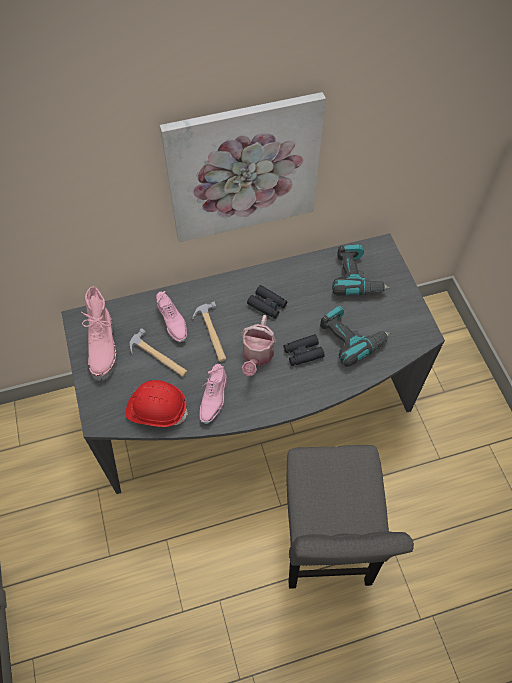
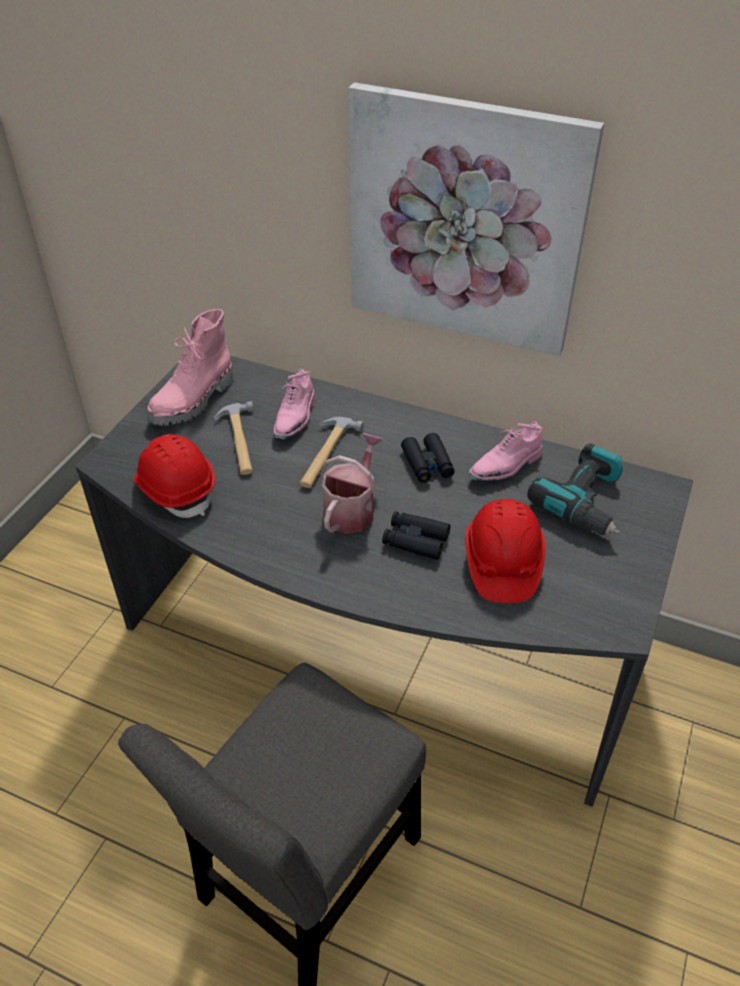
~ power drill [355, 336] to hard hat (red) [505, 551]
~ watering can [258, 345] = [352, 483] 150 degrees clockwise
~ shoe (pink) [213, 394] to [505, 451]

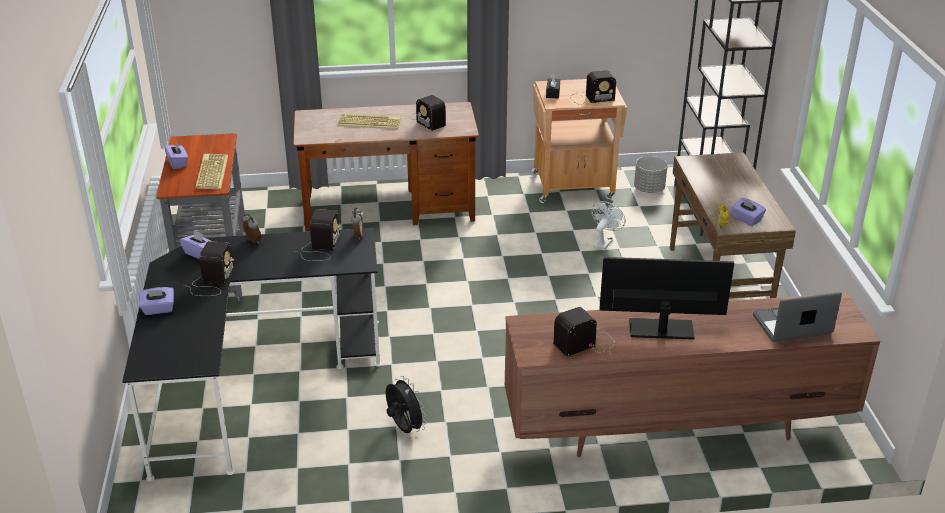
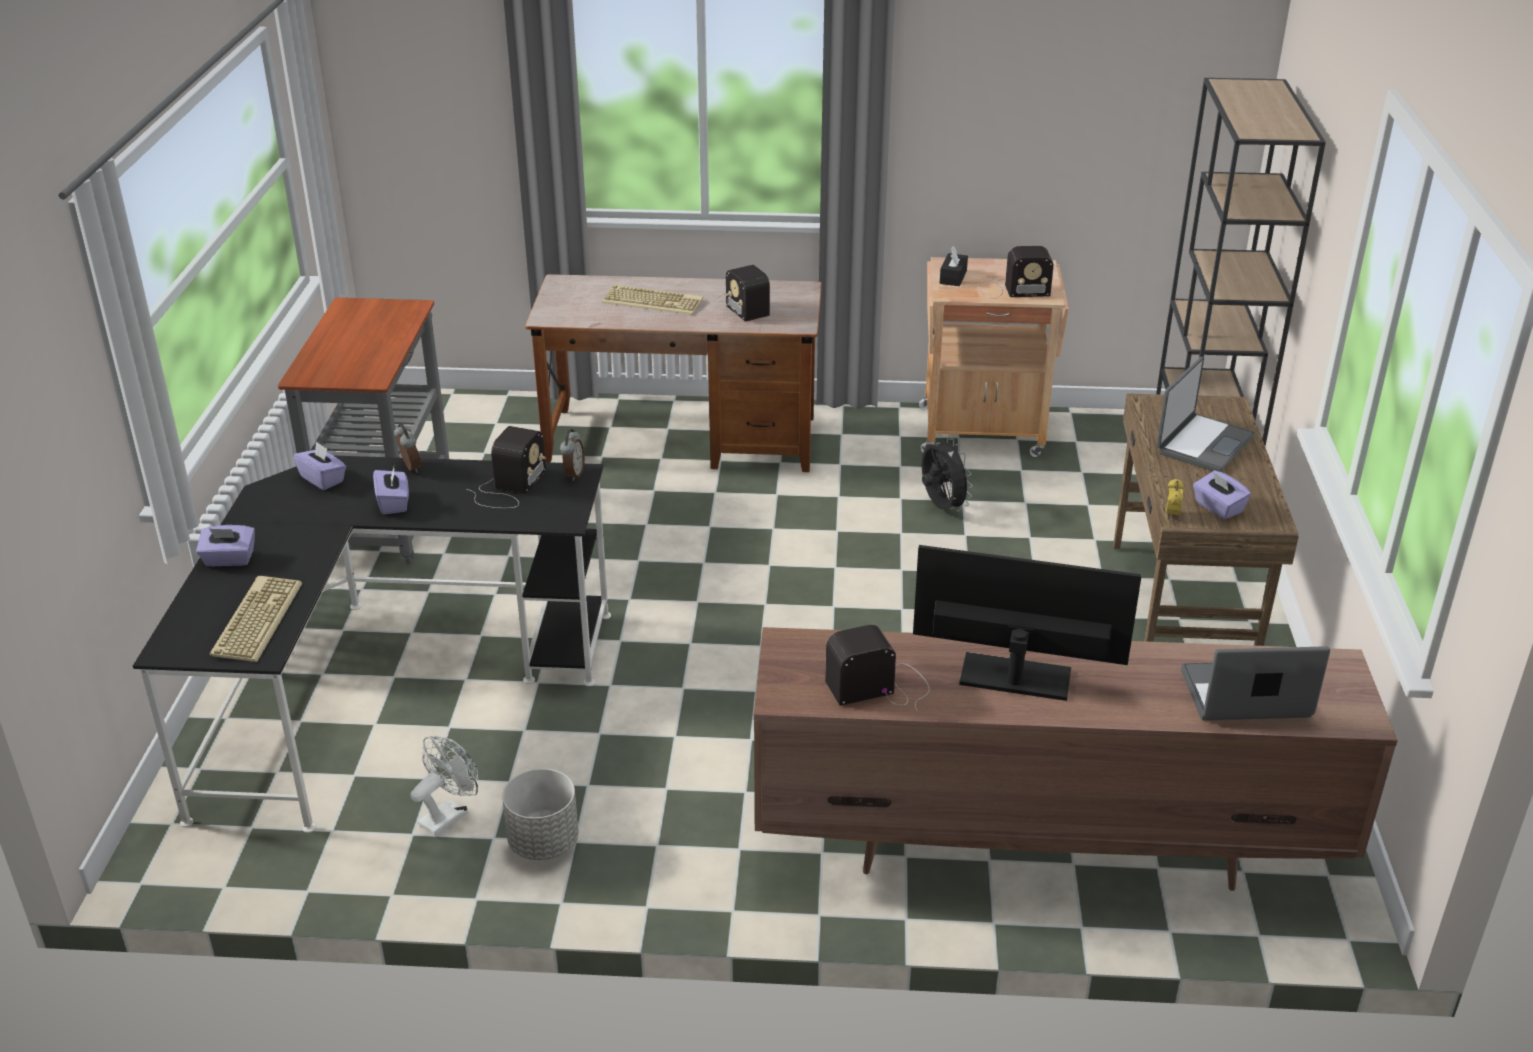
~ tissue box (purple) [176, 155] to [391, 489]
~ keyboard [211, 171] to [256, 619]
~ planter (grey) [651, 174] to [540, 814]
~ fan (white) [608, 226] to [444, 786]
- radio [209, 268]
~ fan (black) [406, 404] to [947, 474]
+ laptop [1205, 414]

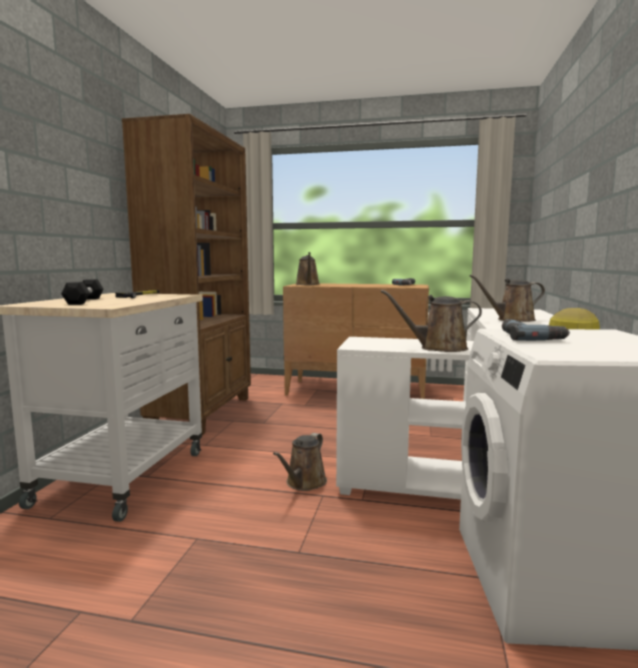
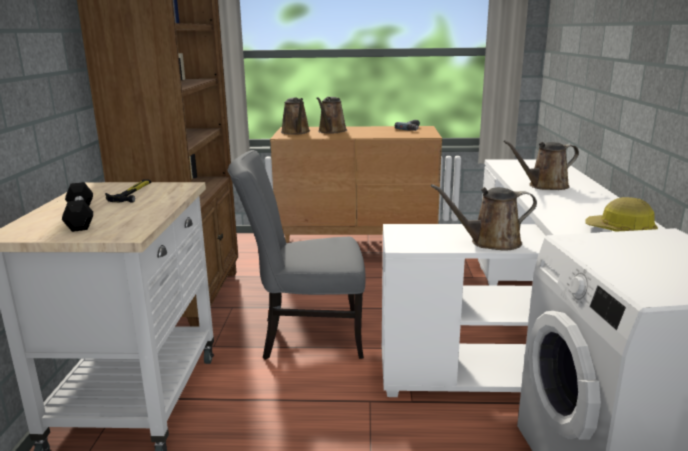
- power drill [536, 330]
~ watering can (brown) [300, 462] to [331, 115]
+ chair (grey) [297, 255]

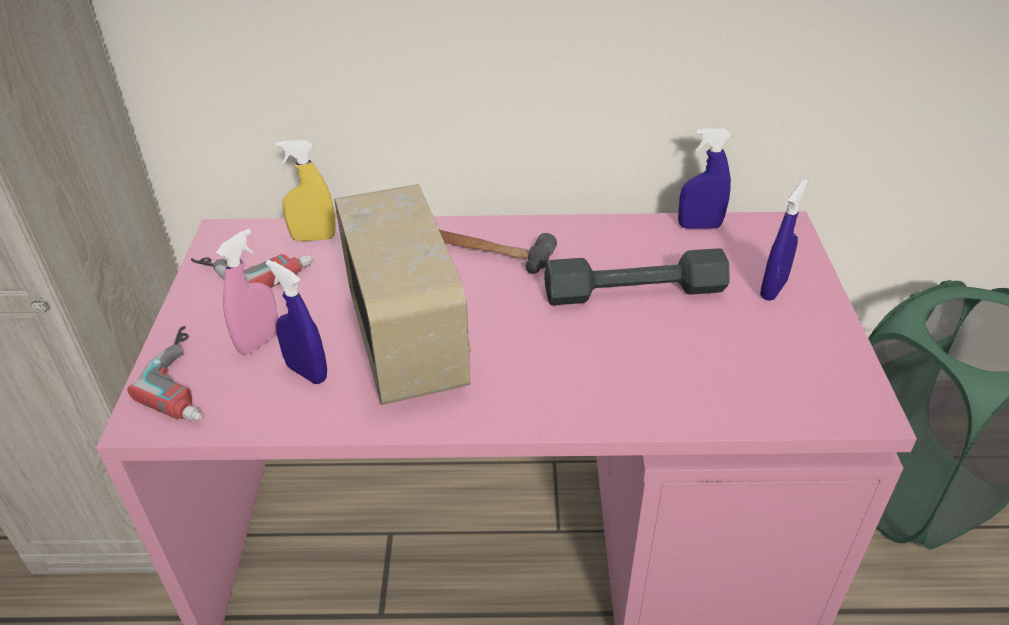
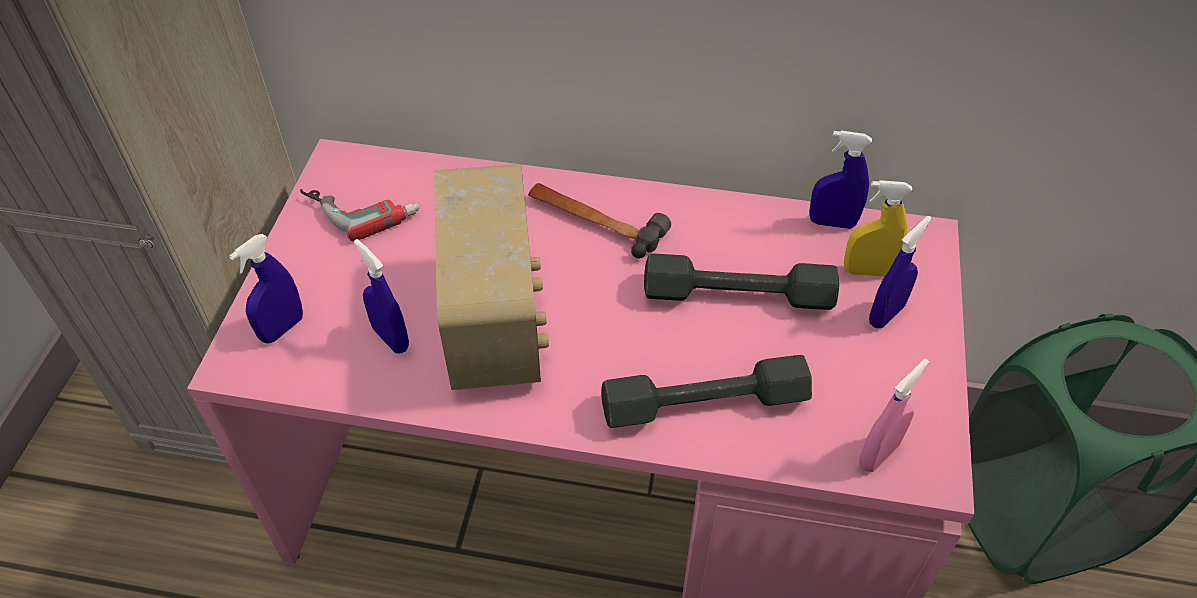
~ spray bottle (yellow) [306, 190] to [878, 228]
~ spray bottle (pink) [247, 292] to [894, 415]
~ power drill [165, 374] to spray bottle (blue) [266, 289]
+ dumbbell (grey) [706, 391]

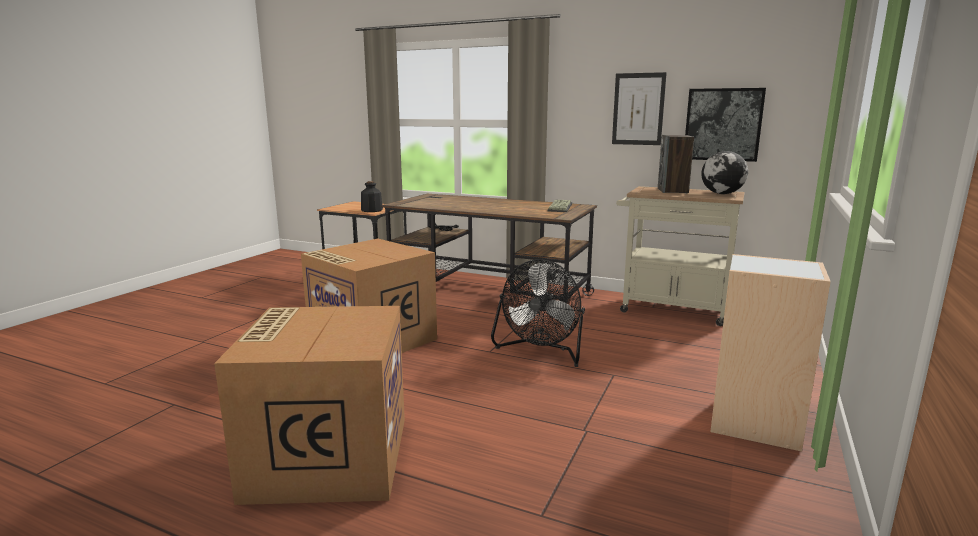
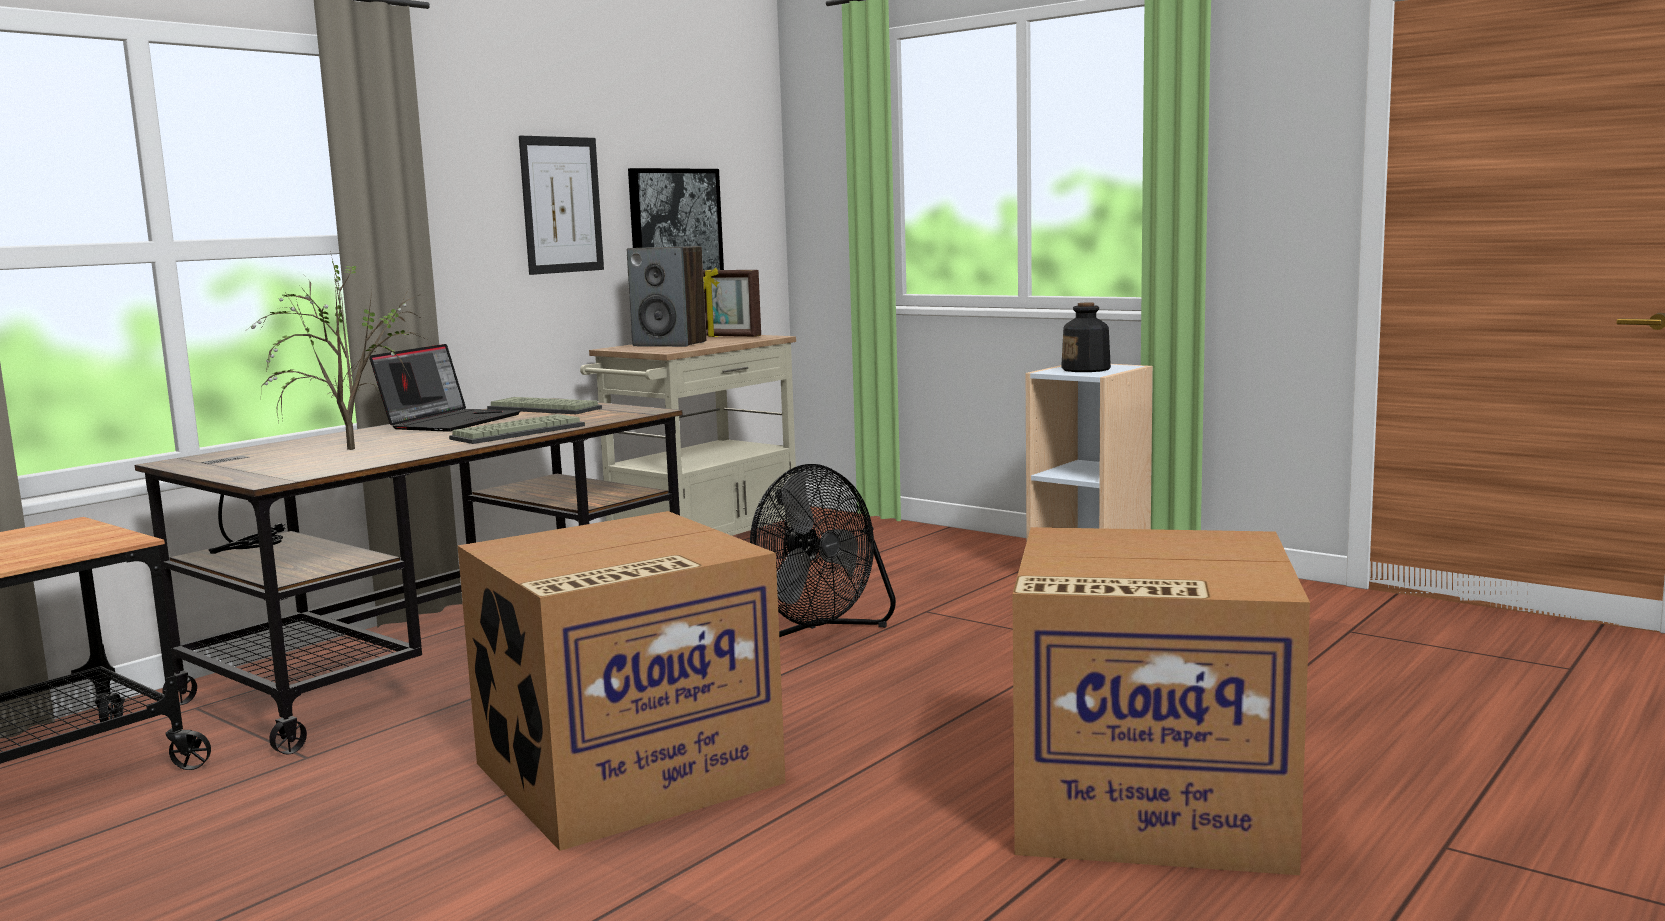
~ globe [725, 172] to picture frame [732, 302]
~ bottle [372, 196] to [1086, 337]
+ potted plant [337, 350]
+ laptop [444, 388]
+ keyboard [517, 429]

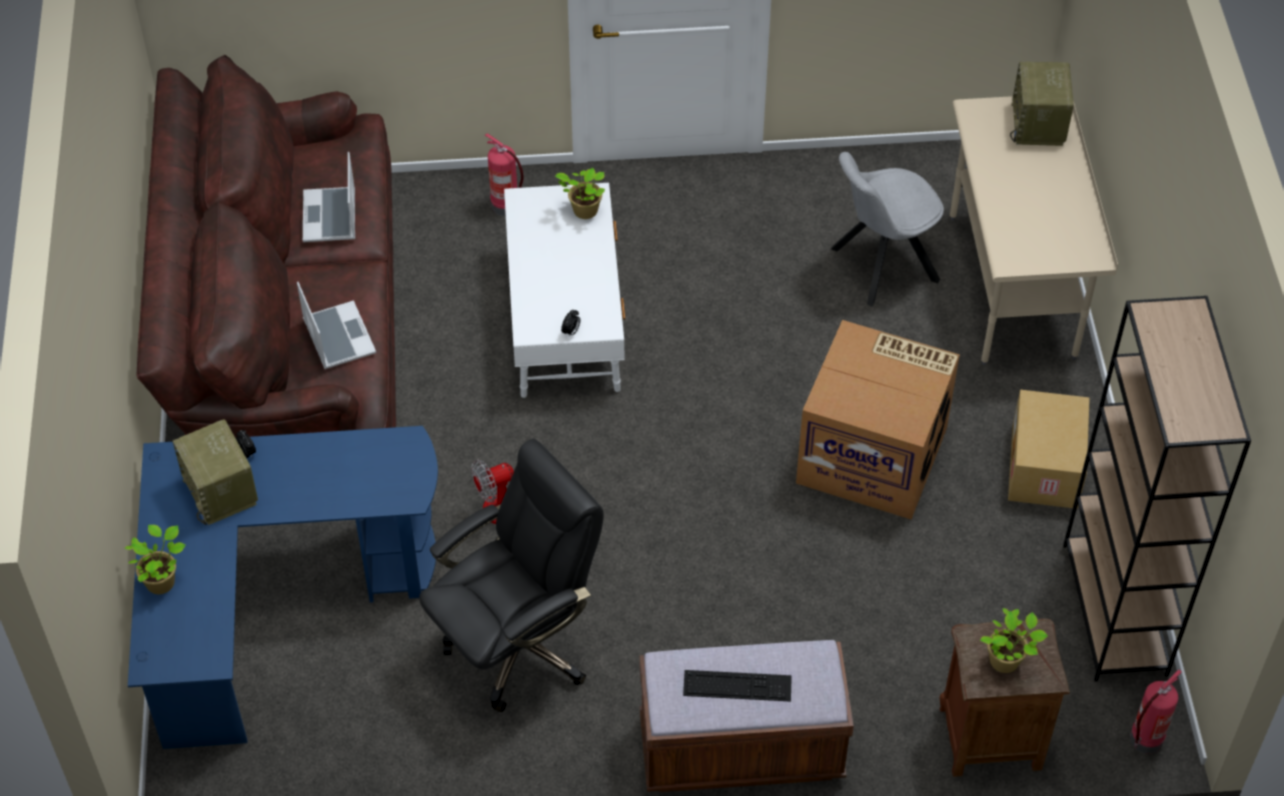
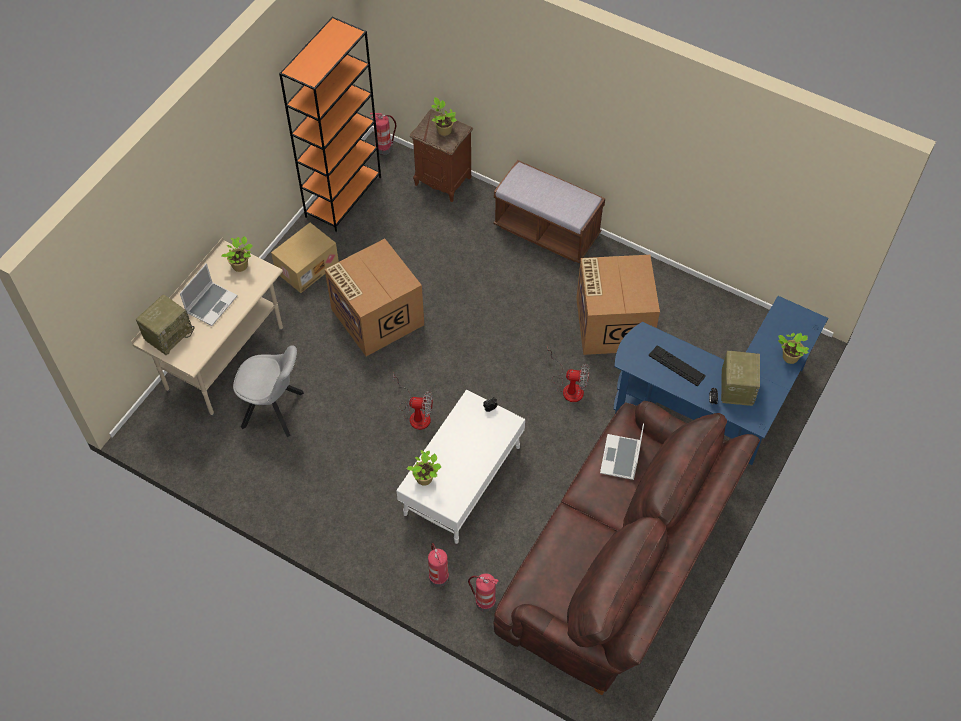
~ laptop [329, 197] to [209, 294]
~ bookcase (beige) [1157, 489] to bookcase (orange) [330, 124]
~ office chair (black) [511, 575] to cardboard box [618, 305]
~ keyboard [737, 686] to [677, 365]
+ potted plant [237, 254]
+ fan [413, 401]
+ fire extinguisher [483, 592]

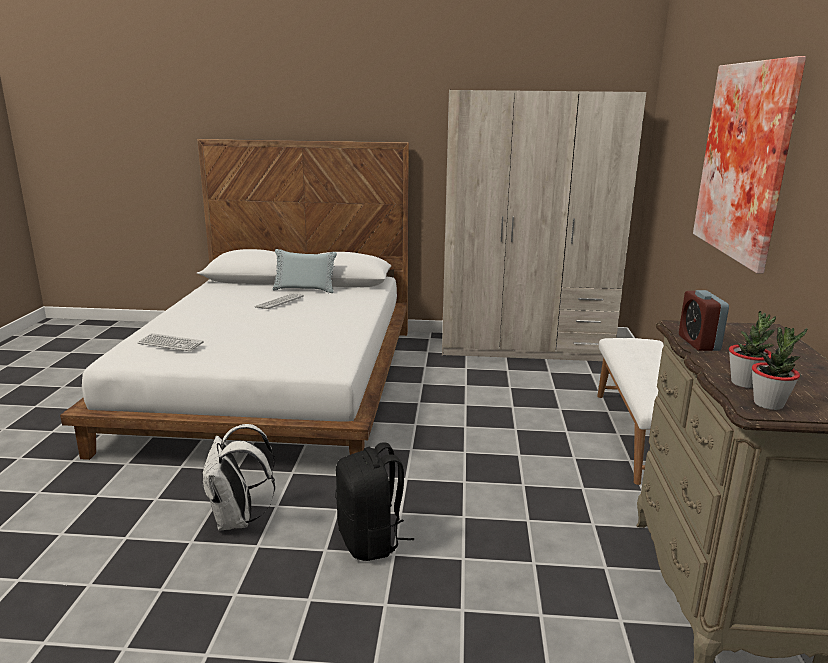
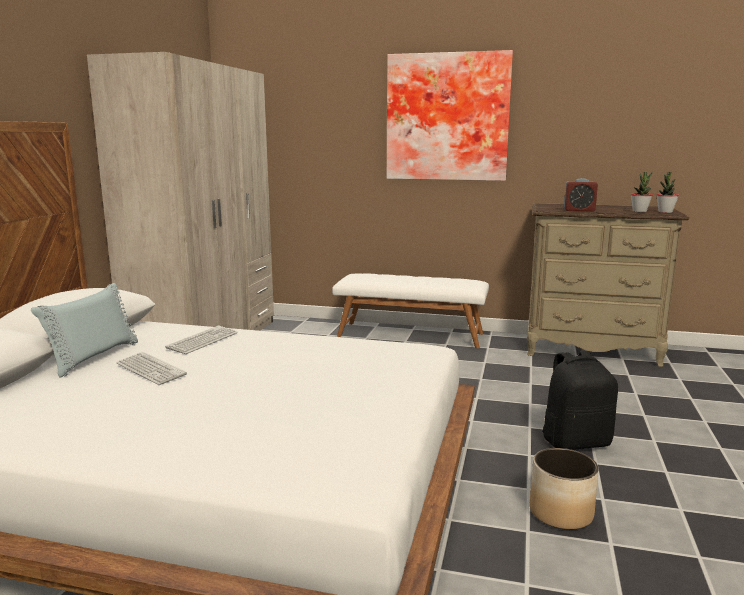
~ keyboard [170, 342] to [201, 340]
~ backpack (white) [238, 477] to planter [564, 489]

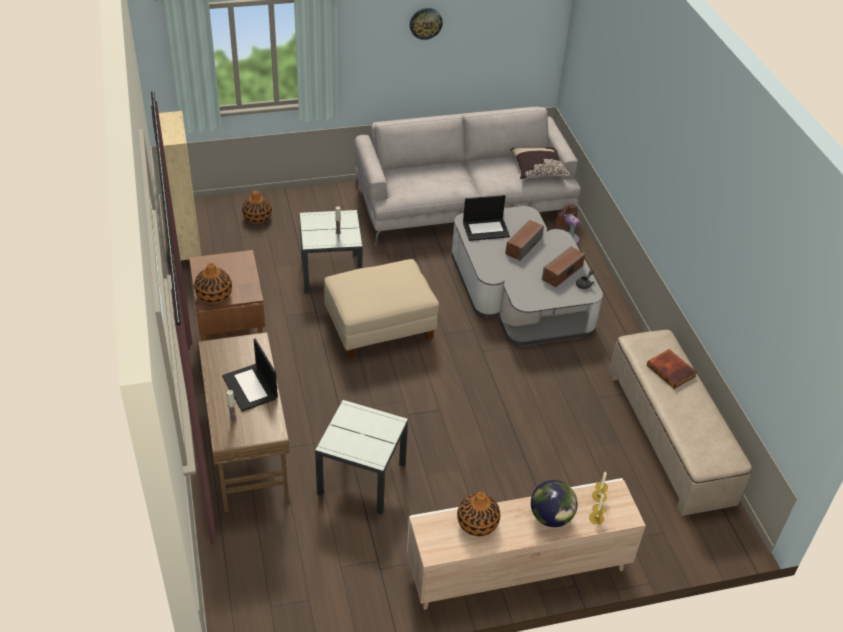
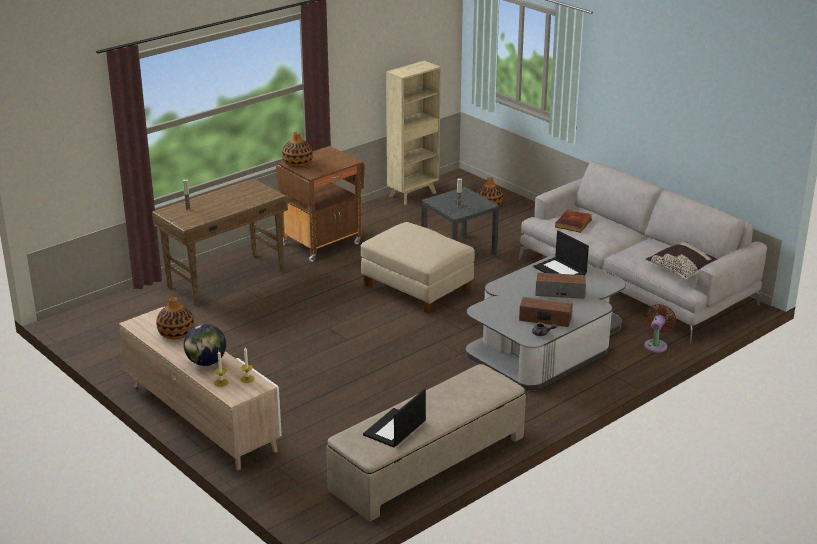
- wall clock [426, 24]
~ laptop [250, 375] to [394, 418]
~ book [672, 369] to [573, 221]
- side table (grey) [361, 457]

